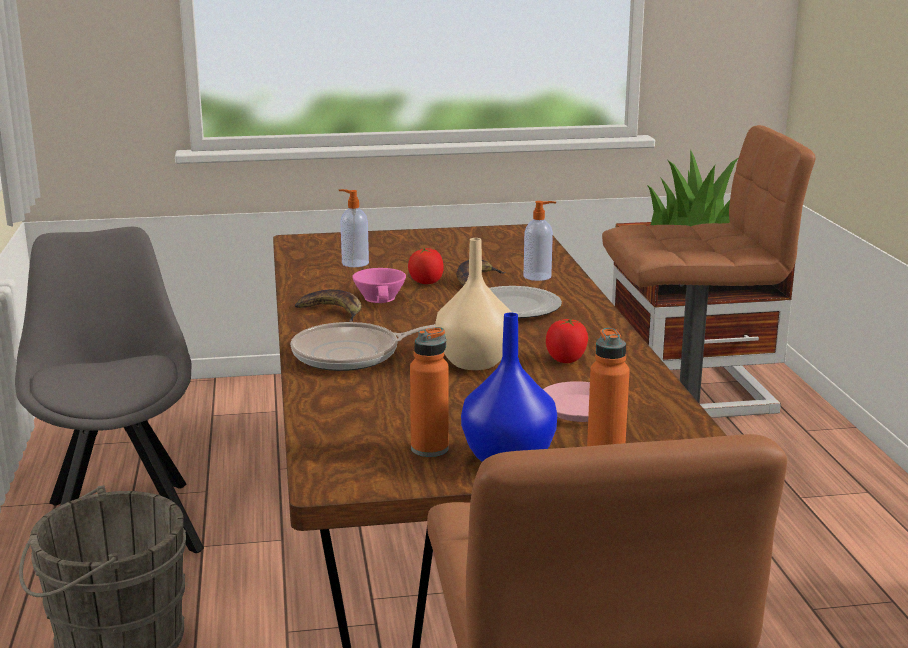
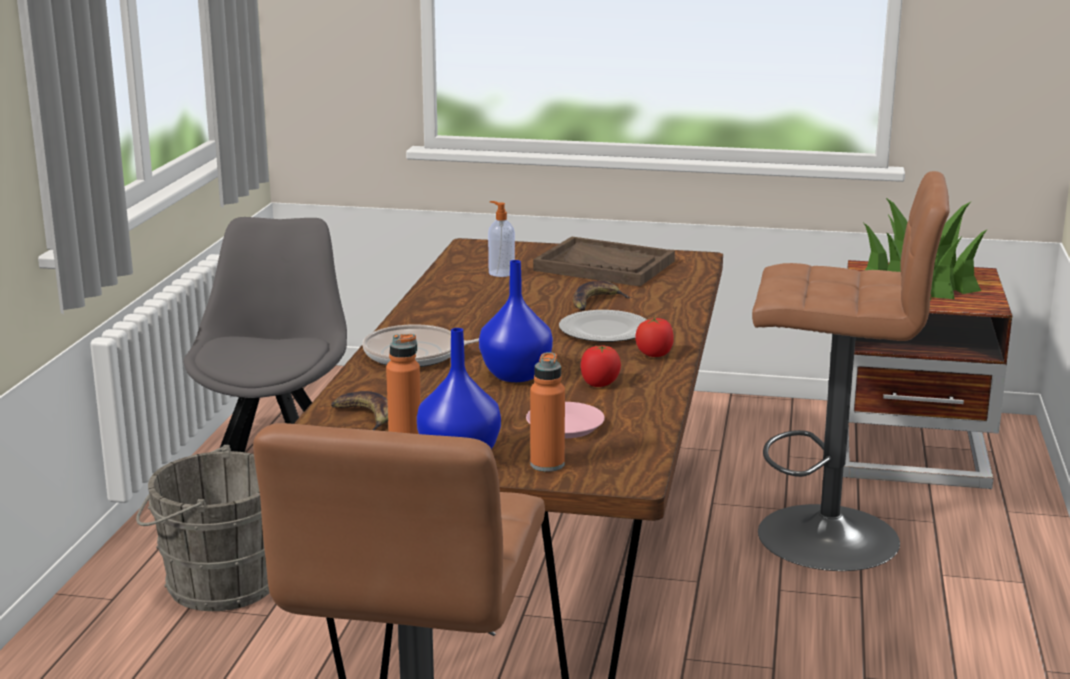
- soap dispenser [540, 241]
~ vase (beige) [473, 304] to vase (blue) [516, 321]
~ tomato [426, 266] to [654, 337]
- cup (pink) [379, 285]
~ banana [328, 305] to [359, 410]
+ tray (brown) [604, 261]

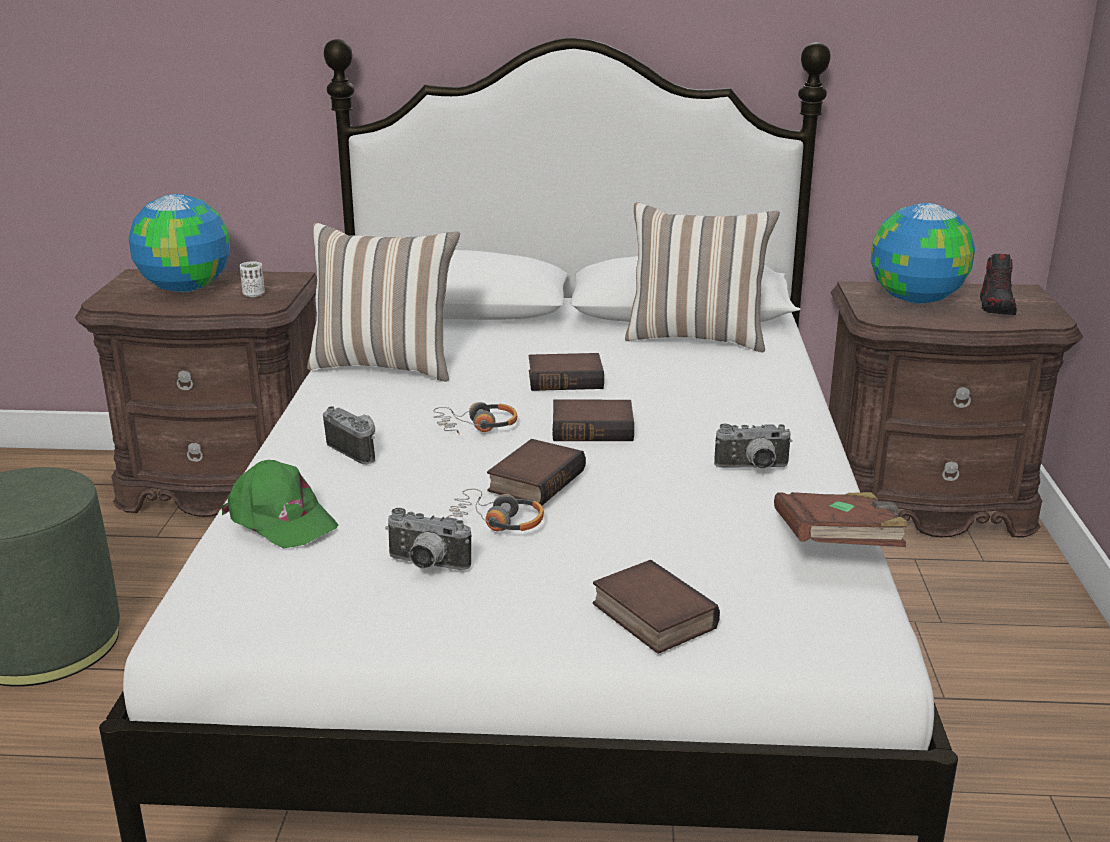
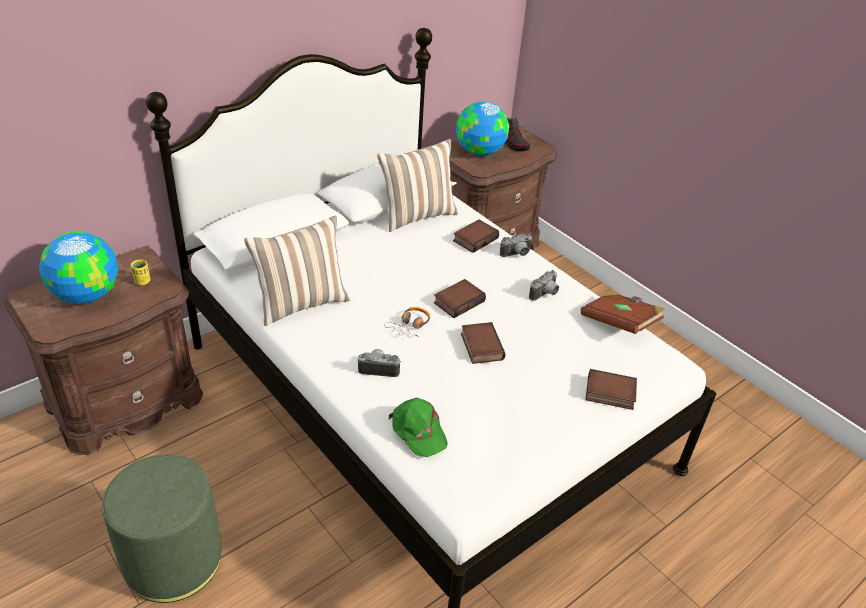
~ cup (white) [252, 279] to cup (yellow) [140, 272]
~ book [566, 372] to [476, 236]
~ cap (green) [279, 504] = [418, 427] 60 degrees clockwise
- headphones [496, 510]
~ photo camera [428, 539] to [516, 245]

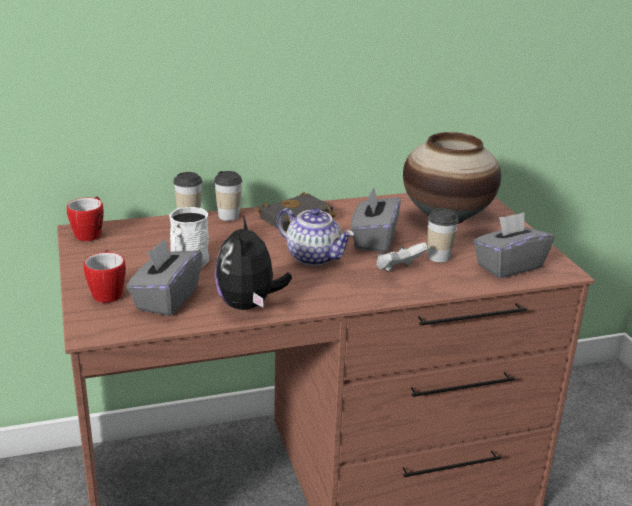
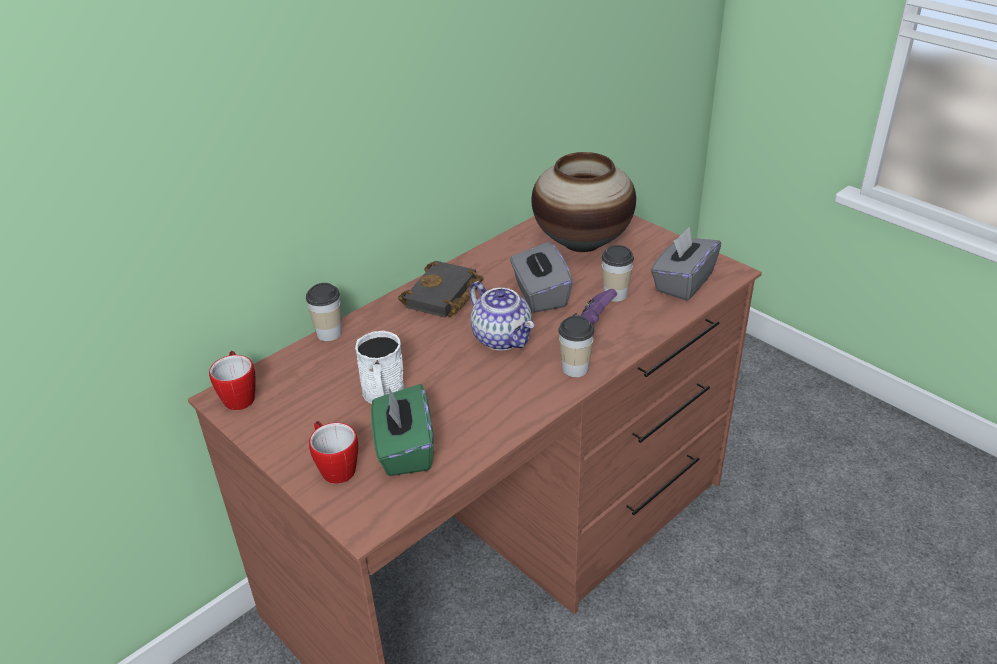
~ cup [228, 196] to [576, 346]
~ teapot [315, 237] = [501, 315] 45 degrees clockwise
- plush toy [253, 262]
~ tissue box (grey) [164, 277] to tissue box (green) [402, 430]
~ game controller (white) [402, 257] to game controller (purple) [595, 306]

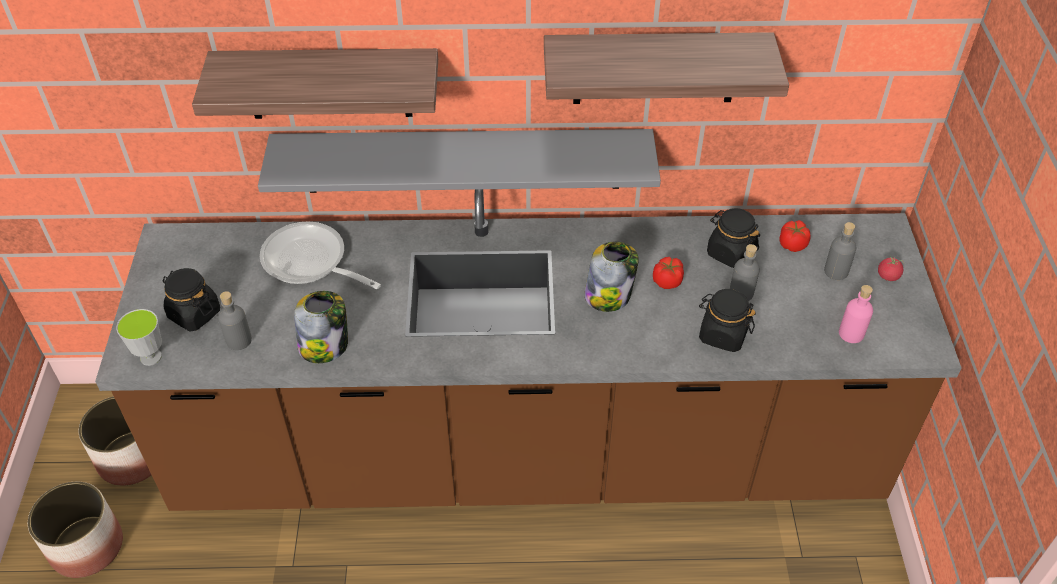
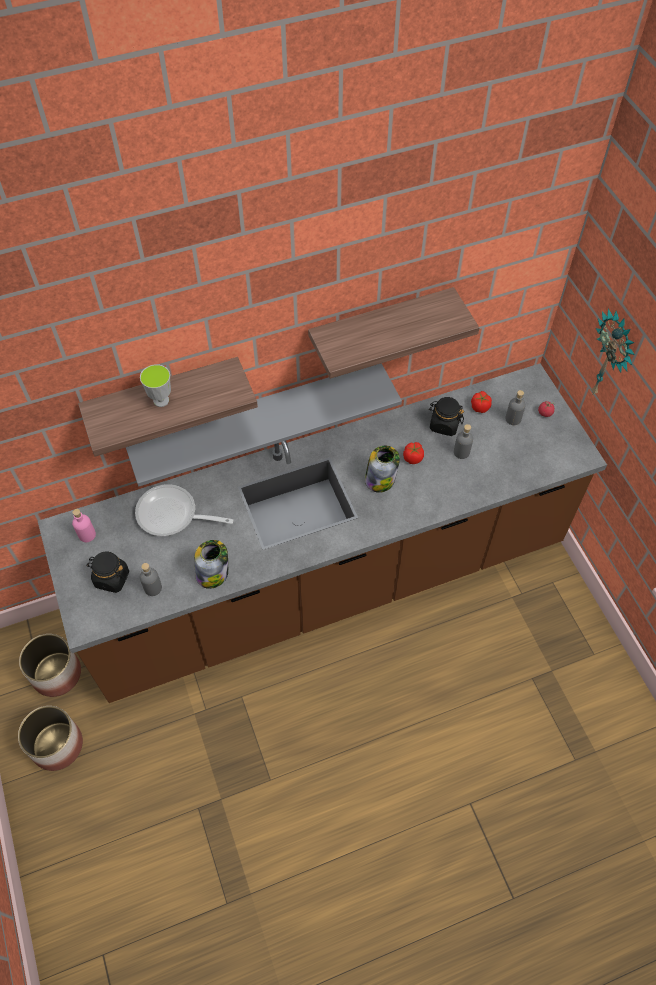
~ bottle (pink) [856, 314] to [84, 525]
- jar (black) [727, 320]
~ cup [139, 337] to [155, 385]
+ wall clock [613, 351]

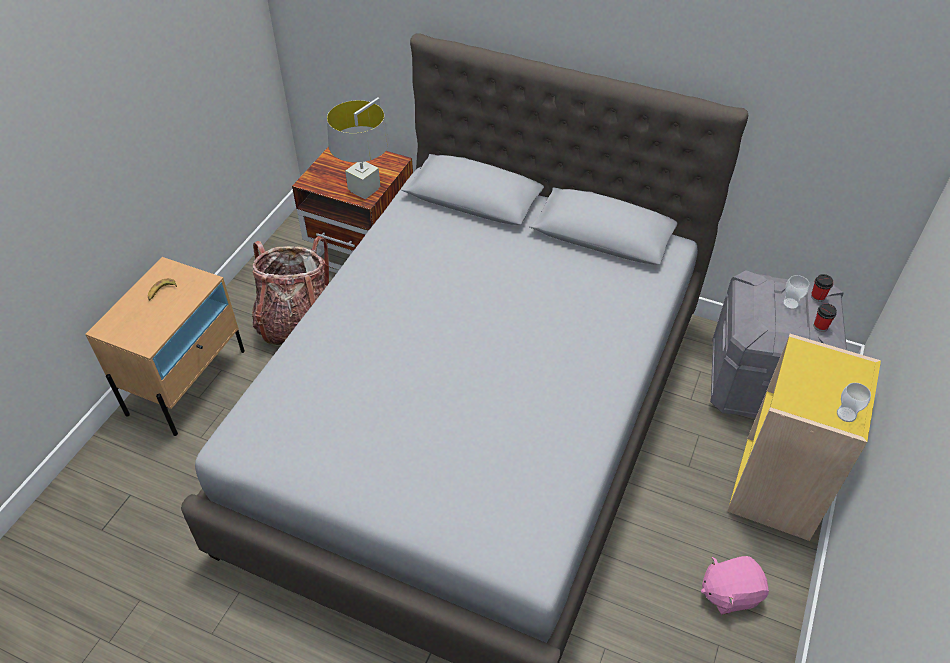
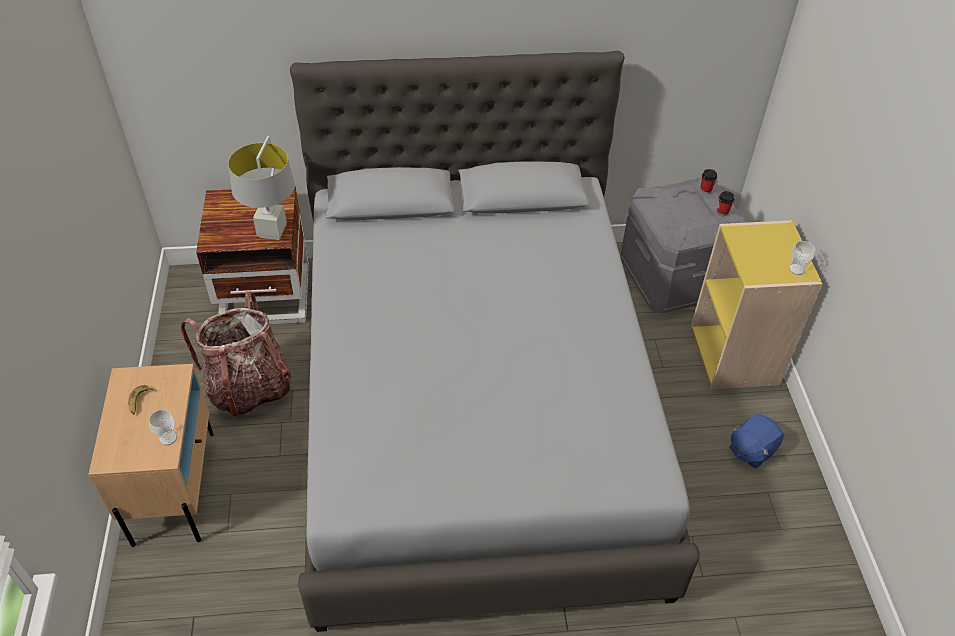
~ cup [796, 292] to [163, 428]
~ plush toy (pink) [735, 585] to plush toy (blue) [756, 441]

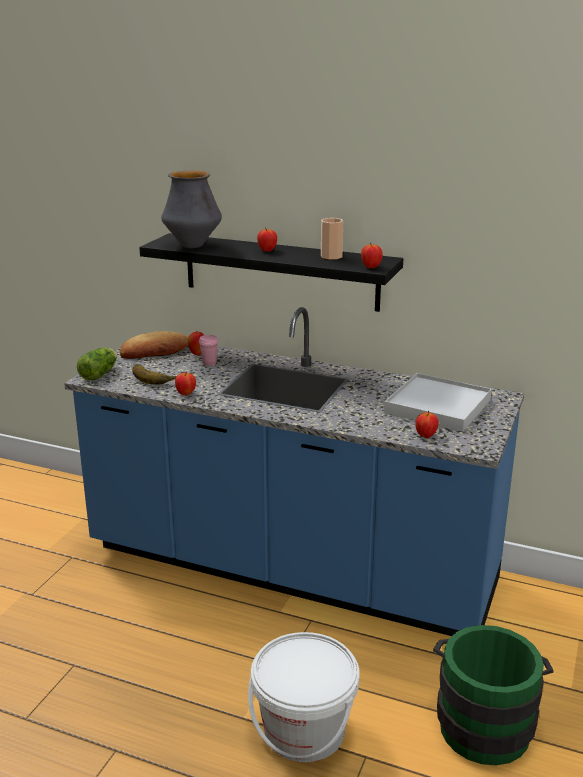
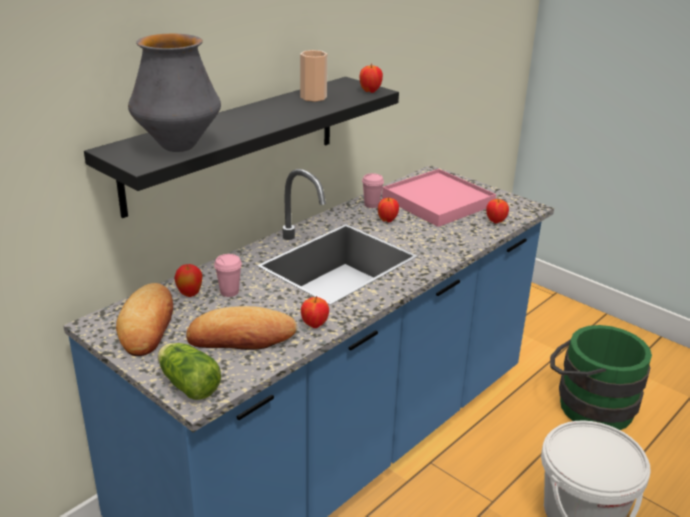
~ apple [267, 239] to [388, 209]
~ banana [154, 374] to bread [242, 328]
~ tray (white) [438, 402] to tray (pink) [439, 198]
+ cup (pink) [373, 190]

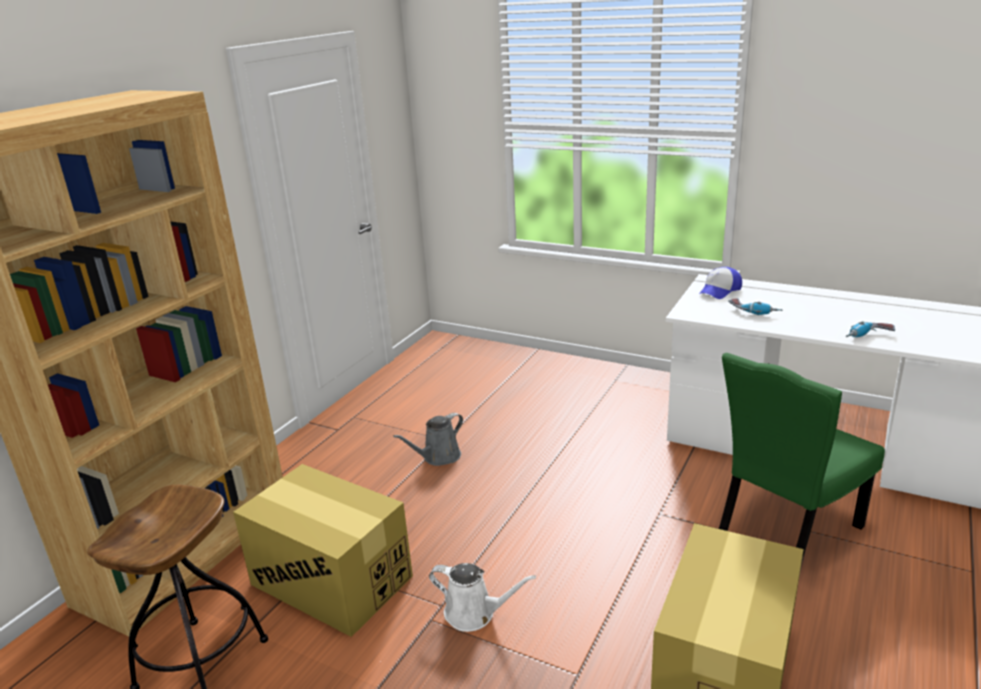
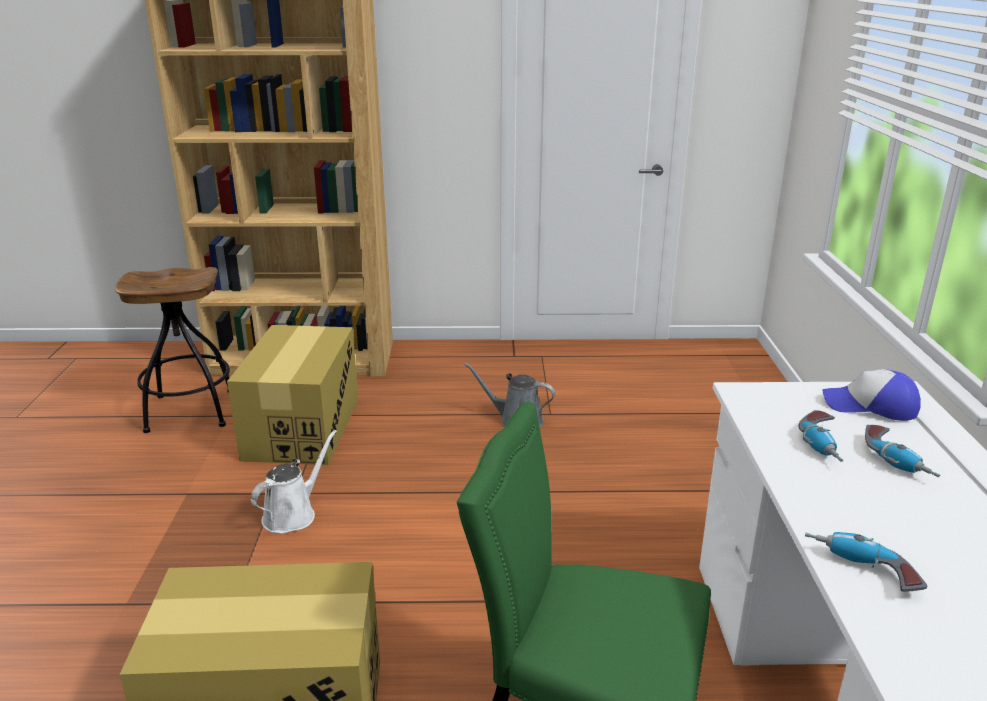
~ watering can (white) [482, 597] = [294, 482] 135 degrees counterclockwise
+ power drill [902, 451]

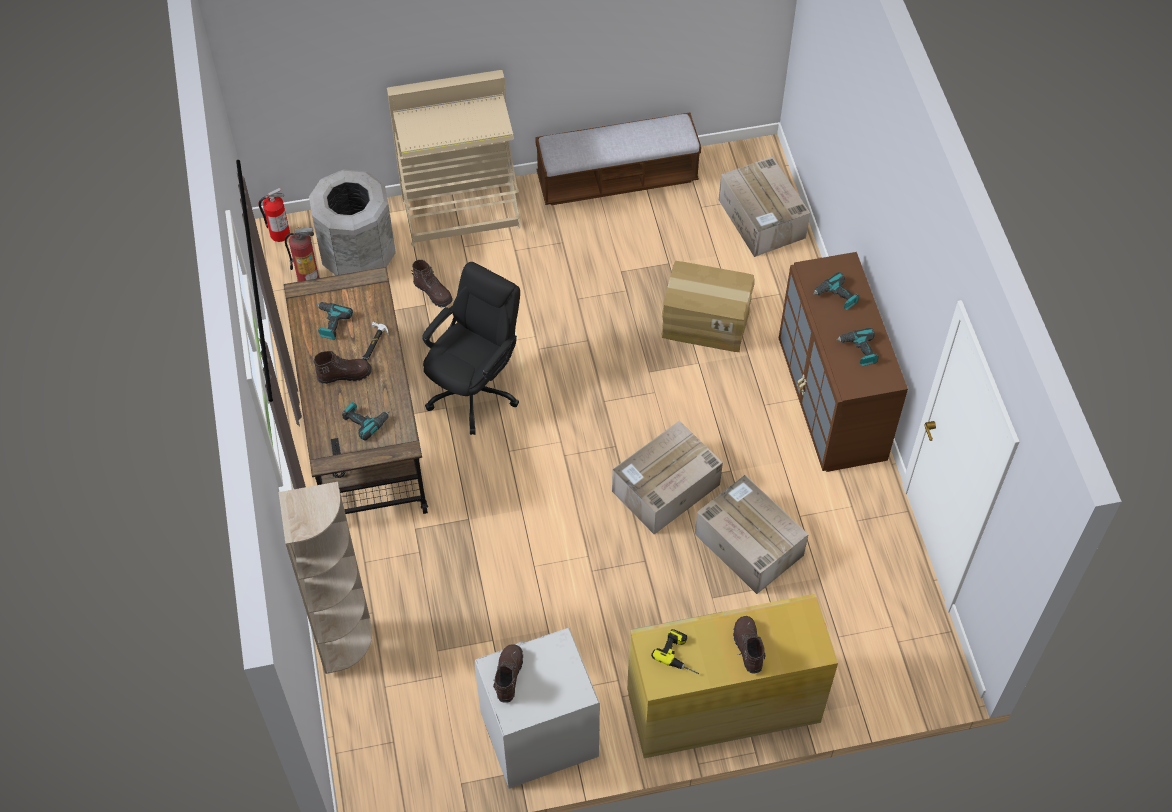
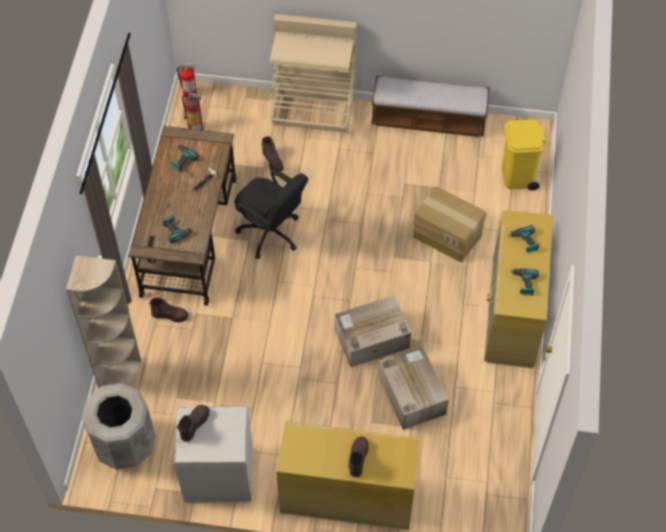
~ cardboard box [764, 206] to trash can (yellow) [524, 155]
~ trash can (grey) [352, 222] to [119, 426]
~ cabinet (brown) [843, 362] to cabinet (yellow) [518, 289]
~ office chair (black) [471, 348] = [271, 214] 75 degrees clockwise
~ boot (brown) [342, 367] to [169, 310]
- power drill [675, 651]

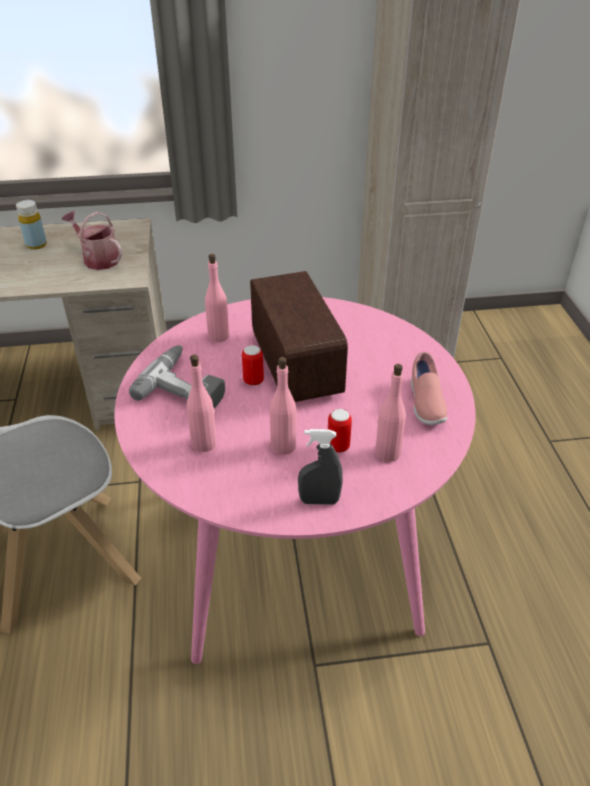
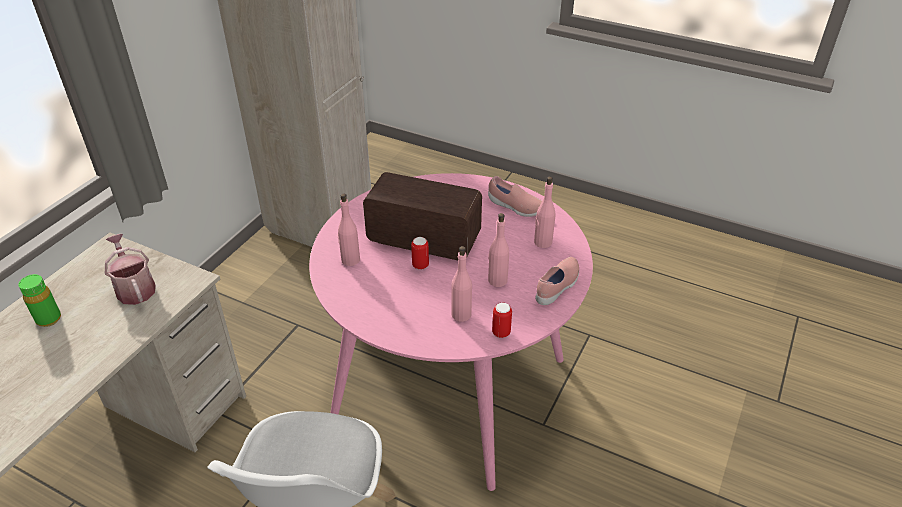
~ bottle (yellow) [31, 225] to bottle (green) [39, 300]
~ watering can [92, 240] = [130, 269] 75 degrees clockwise
- power drill [177, 377]
~ can [340, 431] to [502, 320]
~ spray bottle (grey) [320, 466] to shoe (pink) [557, 281]

